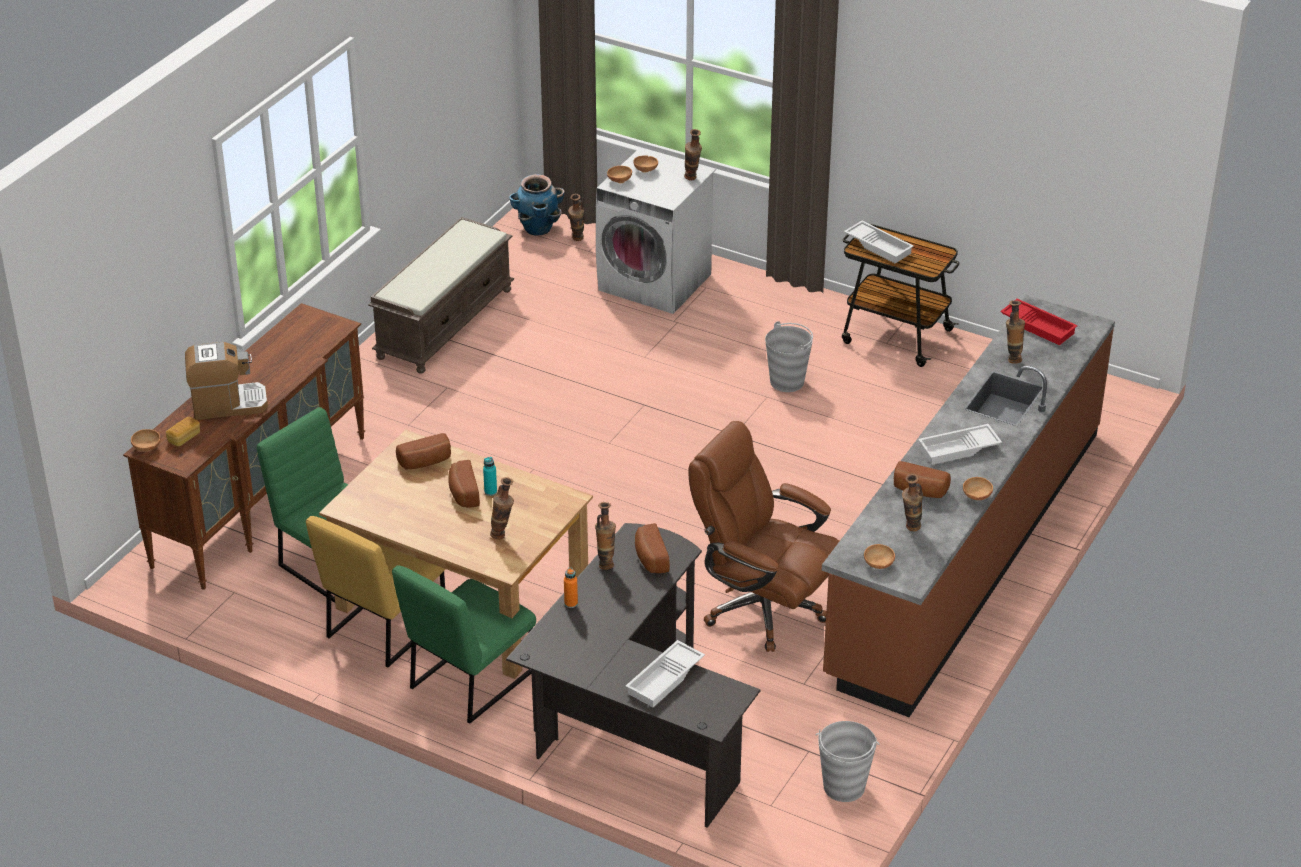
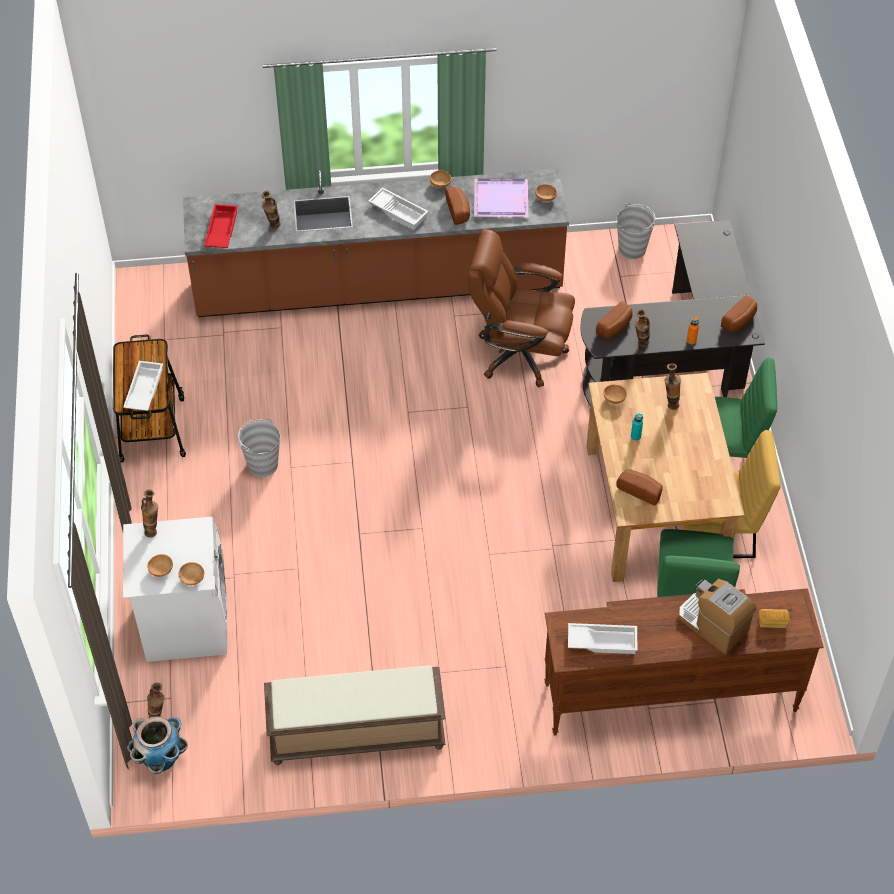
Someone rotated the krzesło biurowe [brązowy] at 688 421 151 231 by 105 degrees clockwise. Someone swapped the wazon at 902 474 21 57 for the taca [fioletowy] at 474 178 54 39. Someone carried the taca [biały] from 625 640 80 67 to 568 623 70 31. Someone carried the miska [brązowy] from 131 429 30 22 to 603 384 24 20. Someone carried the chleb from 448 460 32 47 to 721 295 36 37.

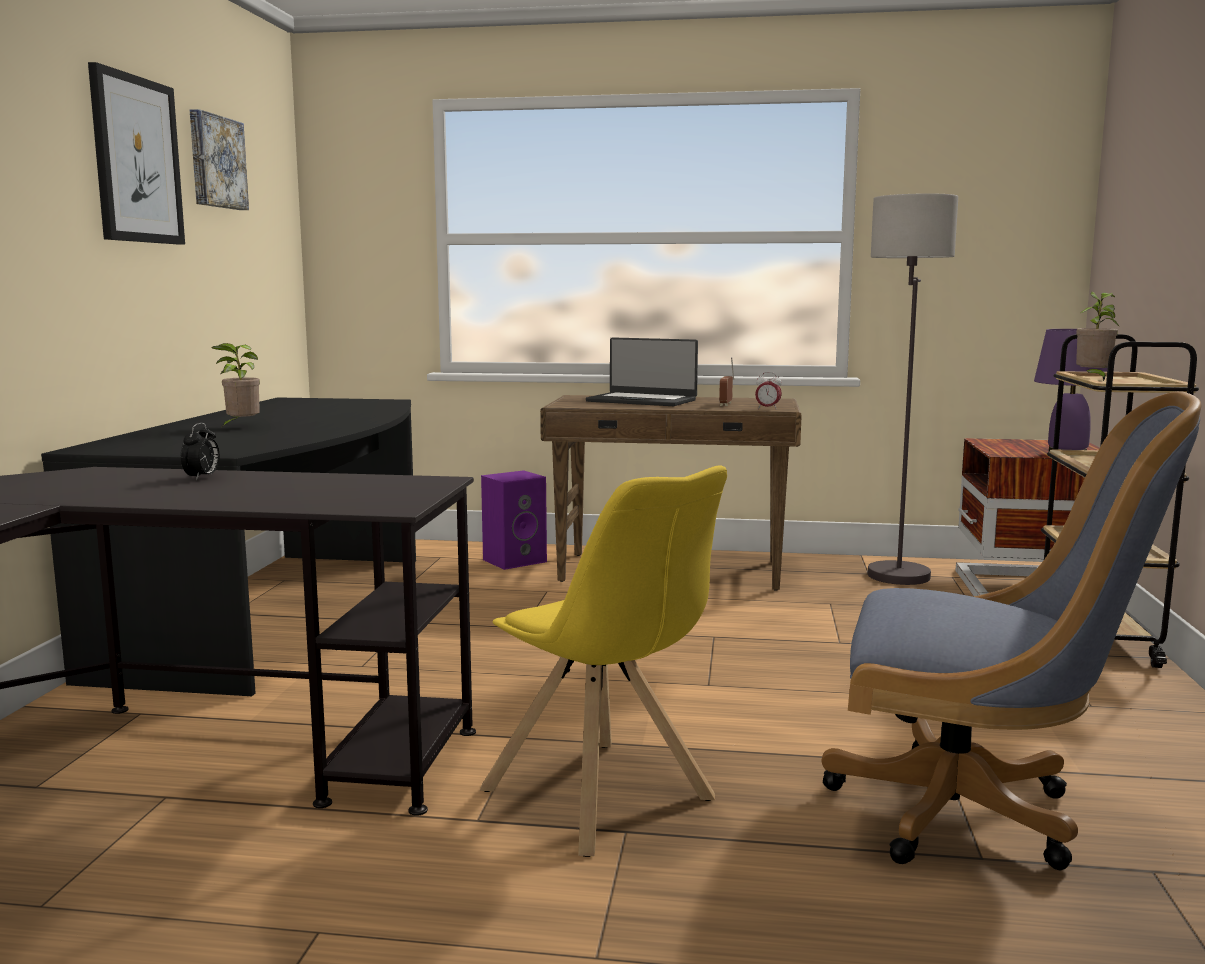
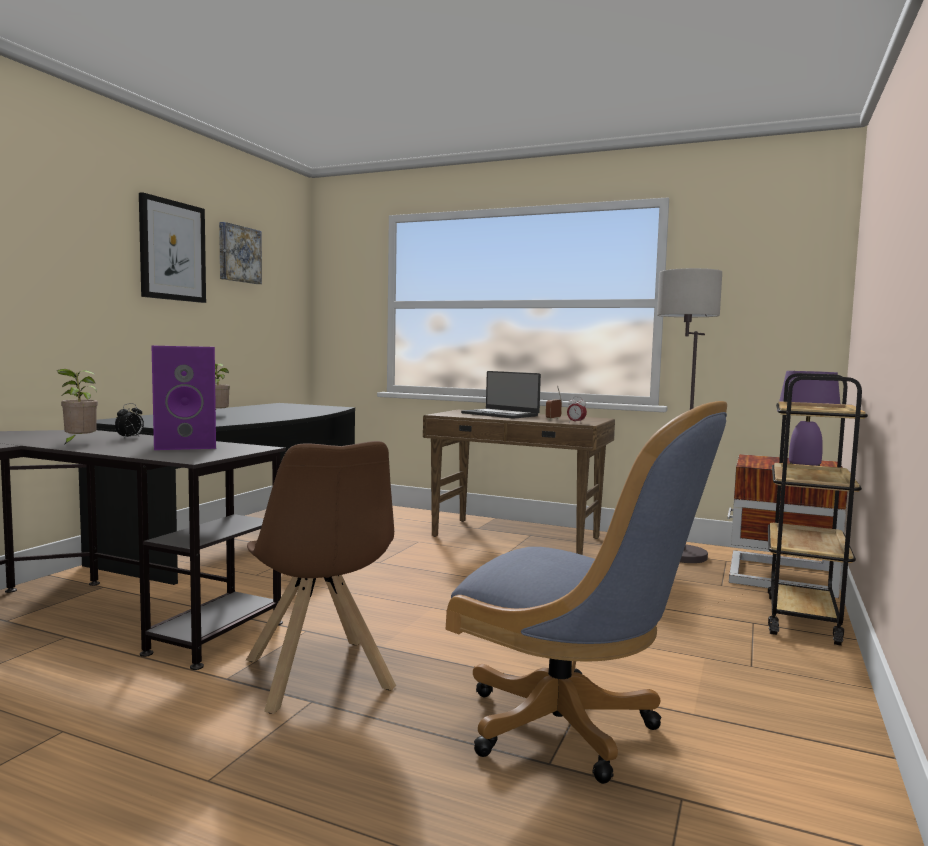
Someone carried the roślina doniczkowa from 1076 291 44 90 to 57 369 41 77. Someone carried the głośnik [fioletowy] from 481 470 66 100 to 152 346 64 104. Someone repainted the krzesło [żółty] at 480 466 247 391, which became the krzesło [brązowy] at 246 441 150 273.

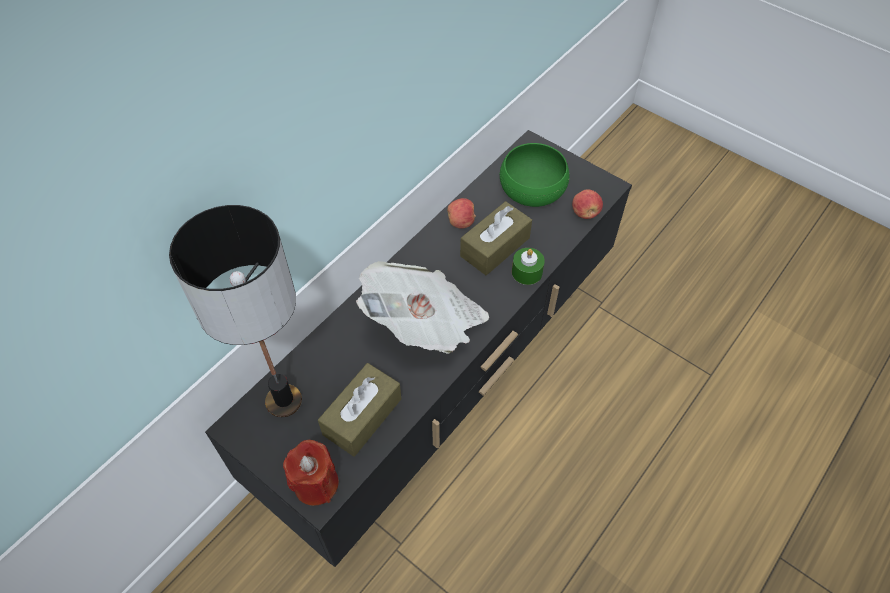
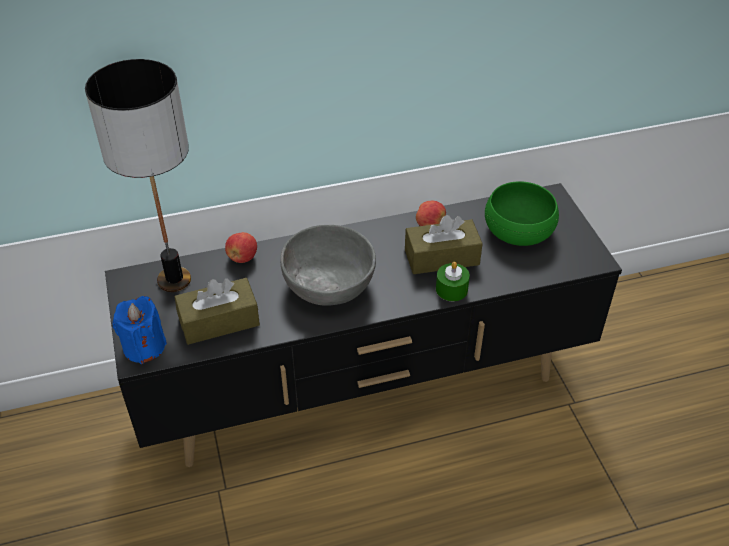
Someone repainted the świeca [czerwony] at 283 440 56 66, which became the świeca [niebieski] at 112 296 55 68. Someone carried the jabłko from 572 189 31 30 to 225 232 32 31. Someone swapped the gazeta at 356 261 133 92 for the miska [szary] at 280 225 96 81.

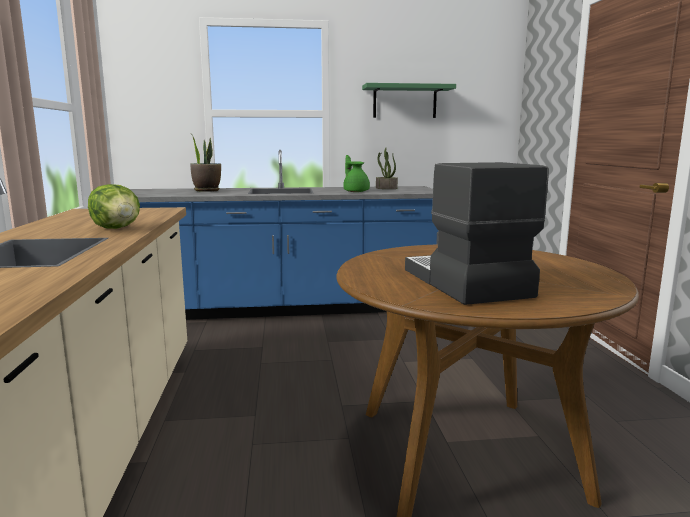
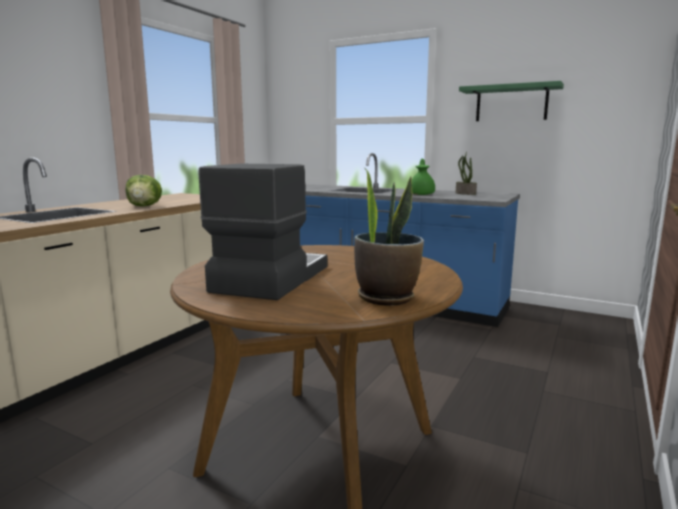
Someone carried the roślina doniczkowa from 190 133 31 59 to 354 169 70 137.

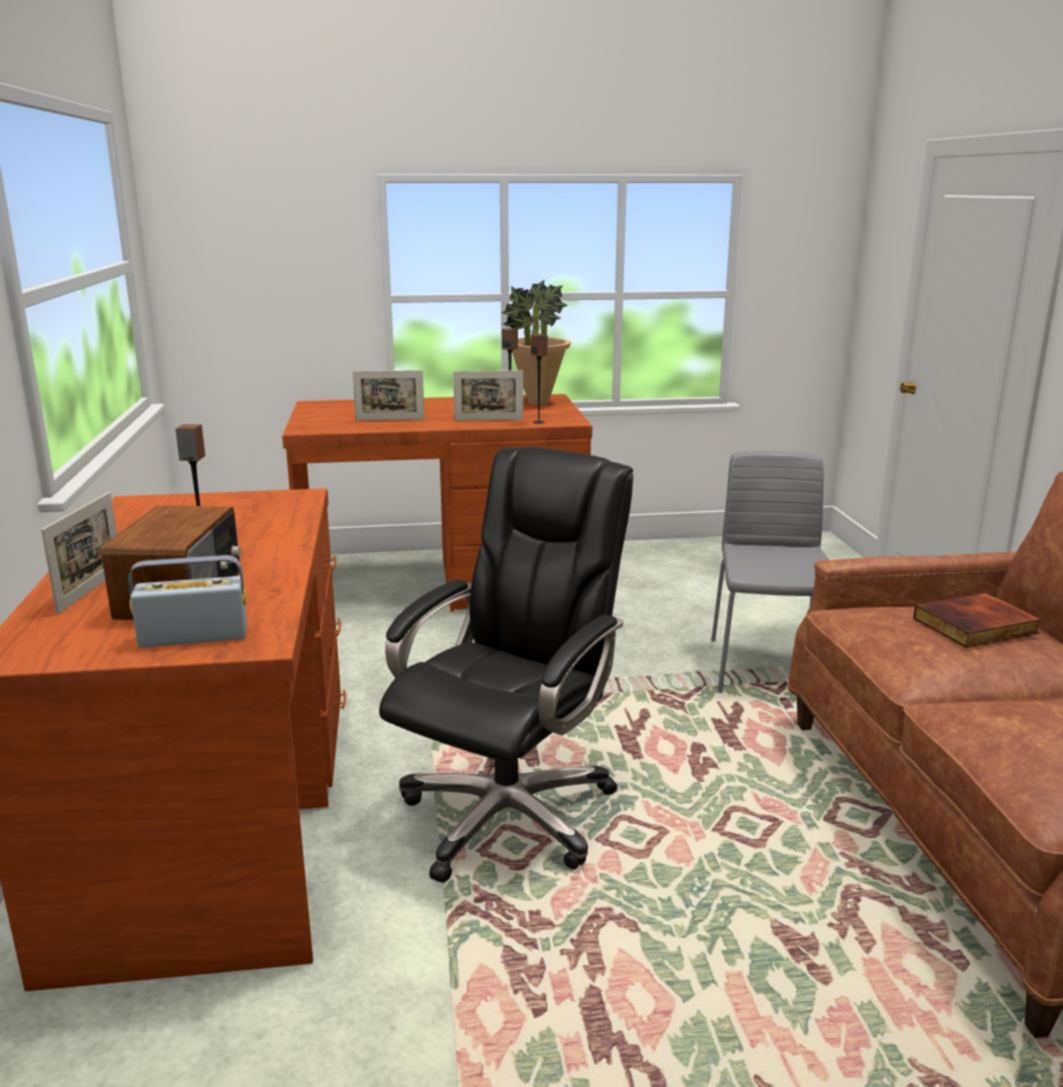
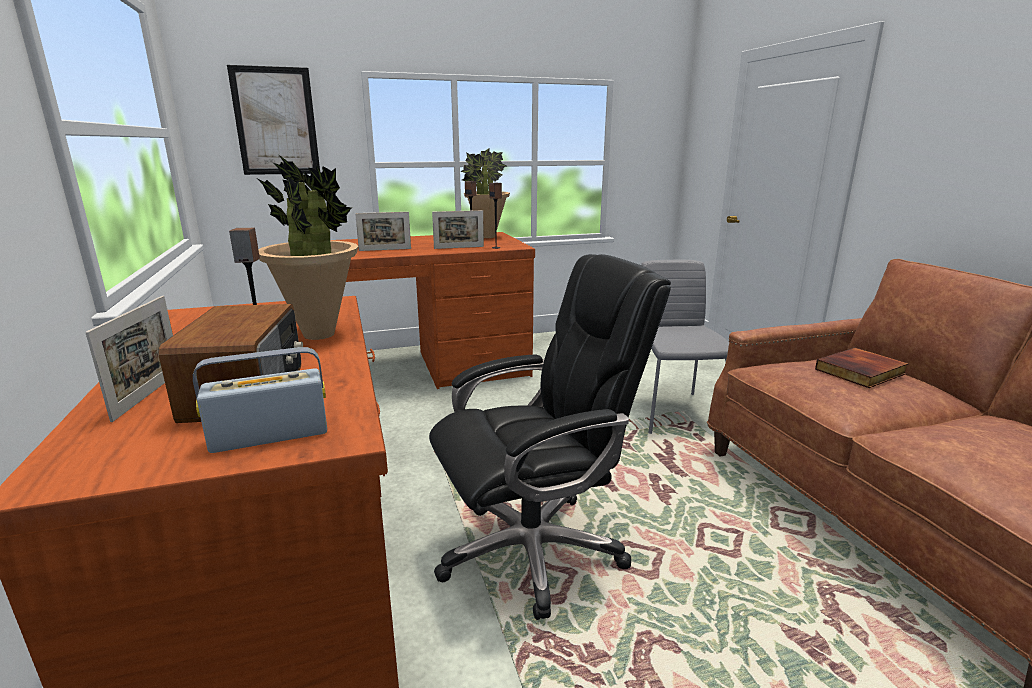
Someone put up the obraz at 227 65 93 110. Someone put down the roślina doniczkowa at 257 154 101 186. Someone rotated the krzesło biurowe [czarny] at 379 447 254 436 by 45 degrees clockwise.

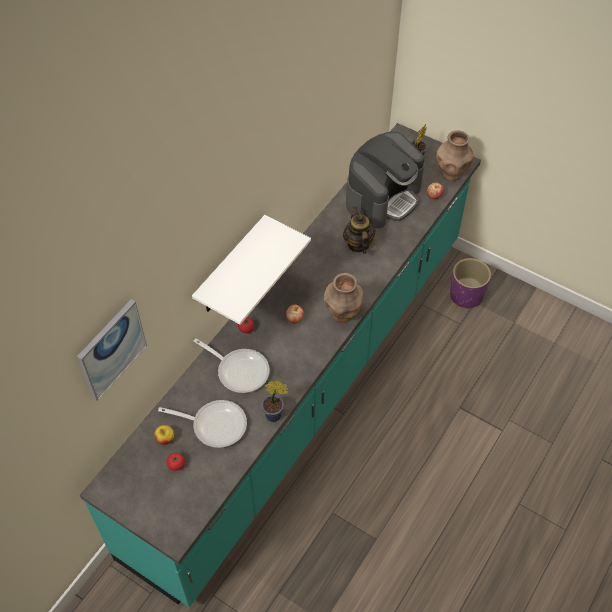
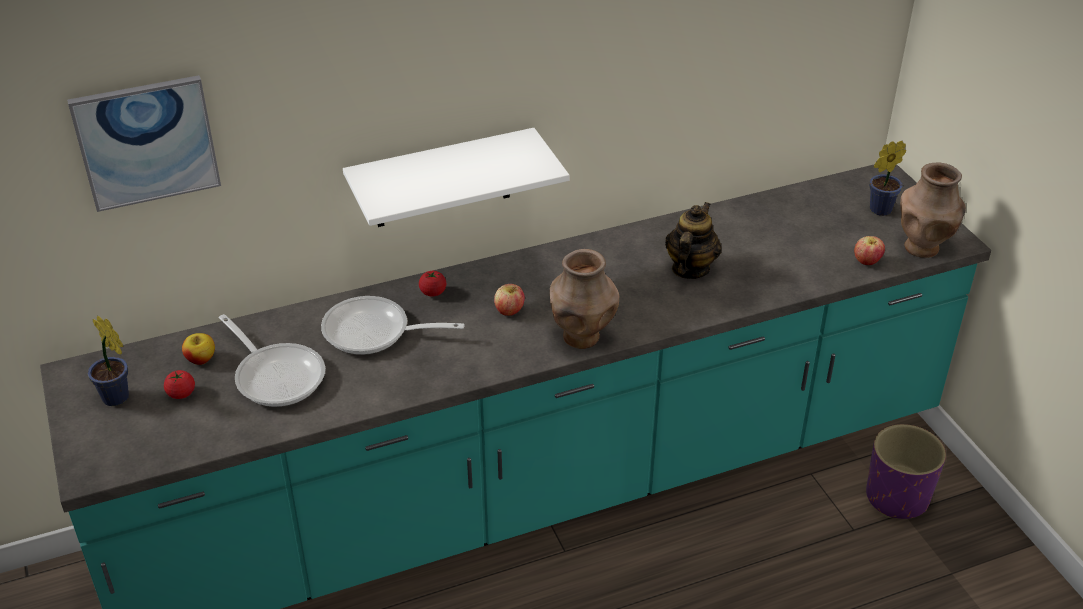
Someone carried the roślina doniczkowa from 261 381 27 41 to 88 315 41 91. Someone rotated the patelnia at 194 338 76 55 by 120 degrees clockwise. Someone took away the ekspres do kawy at 346 132 78 97.

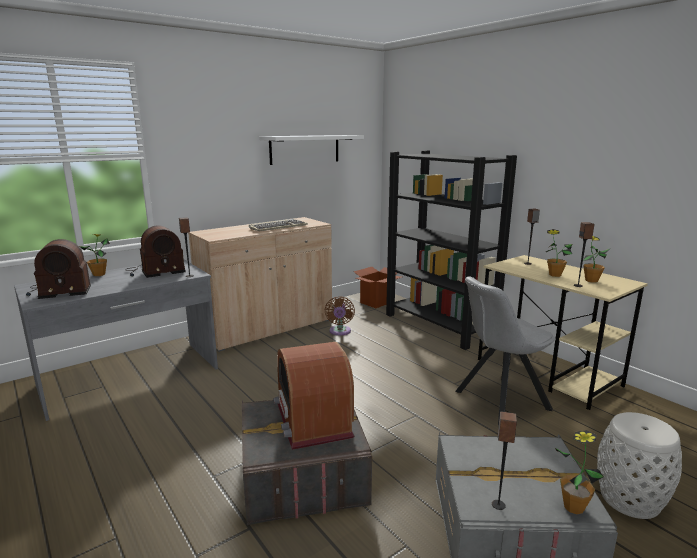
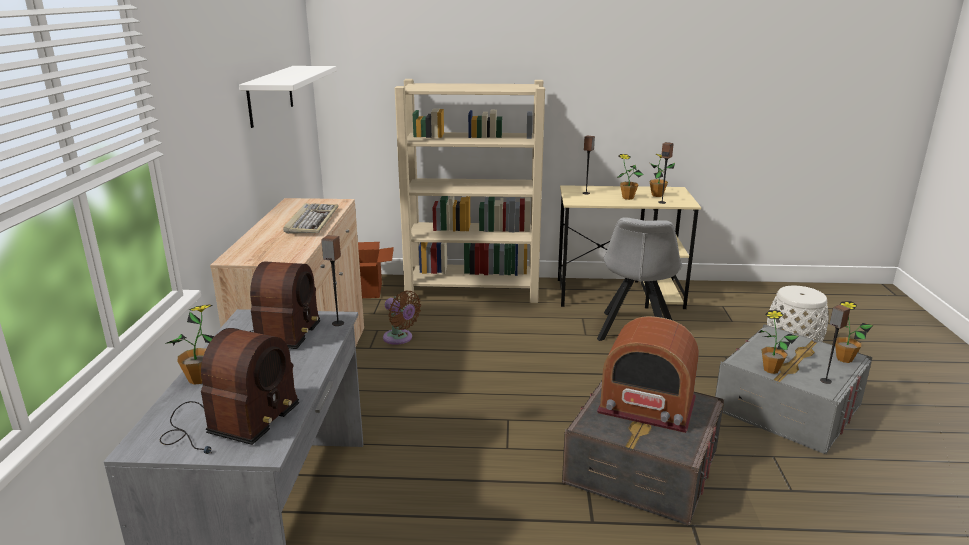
Someone repainted the regał [czarny] at 386 150 131 200, which became the regał [beżowy] at 395 79 150 224. Someone put down the roślina doniczkowa at 758 310 41 64.

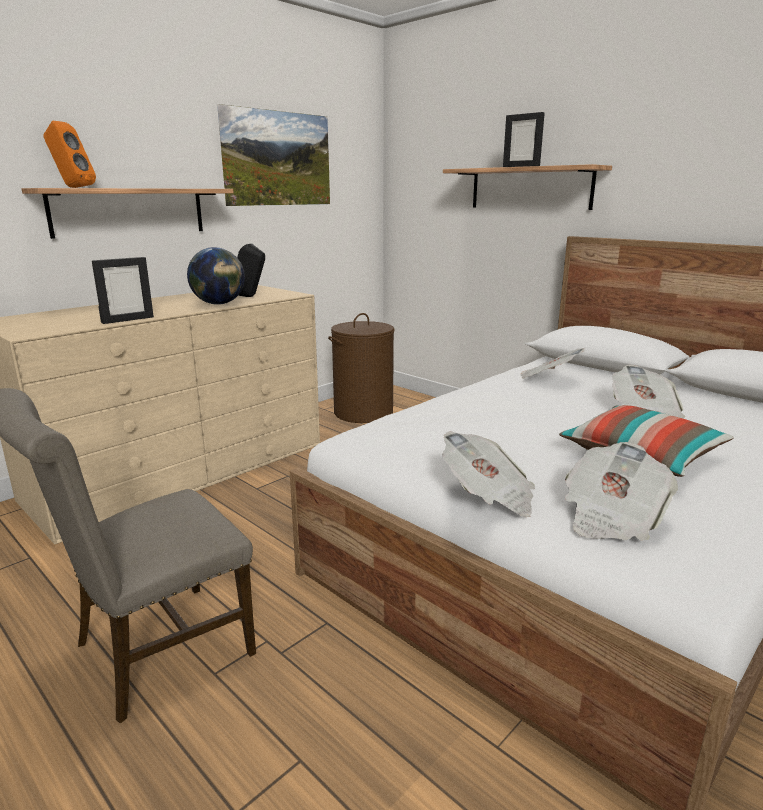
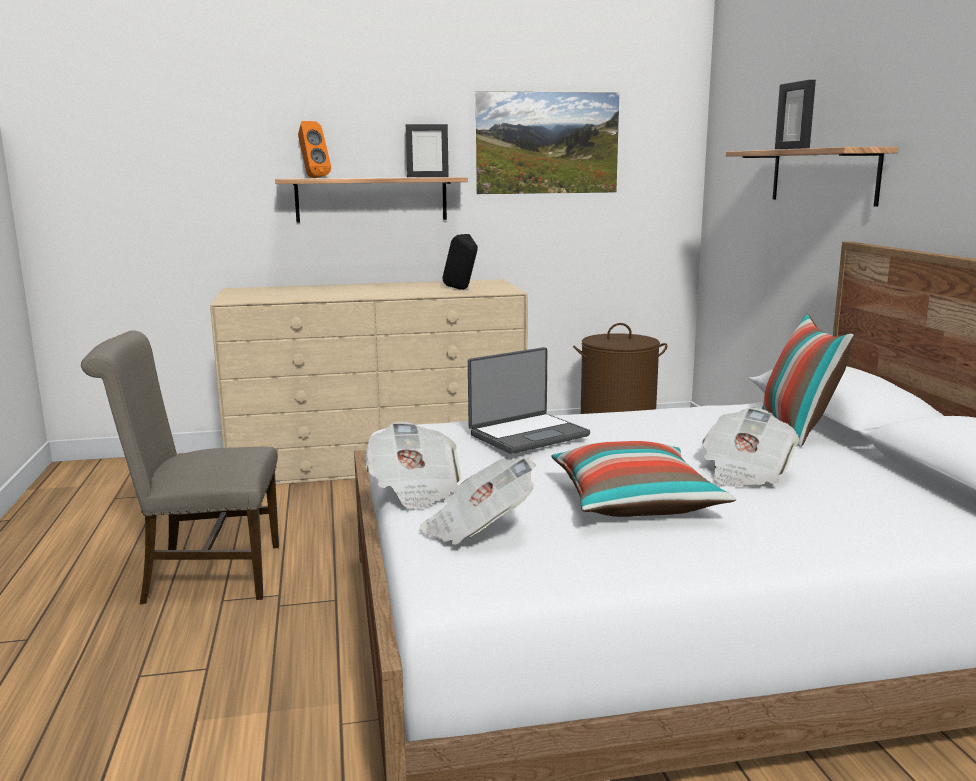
Someone carried the ramka na zdjęcie from 92 257 62 67 to 406 124 43 53. Someone put down the laptop at 468 347 122 107. Someone put down the poduszka at 762 313 92 134. Someone took away the globus at 187 247 58 58. Someone took away the gazeta at 520 348 65 31.

